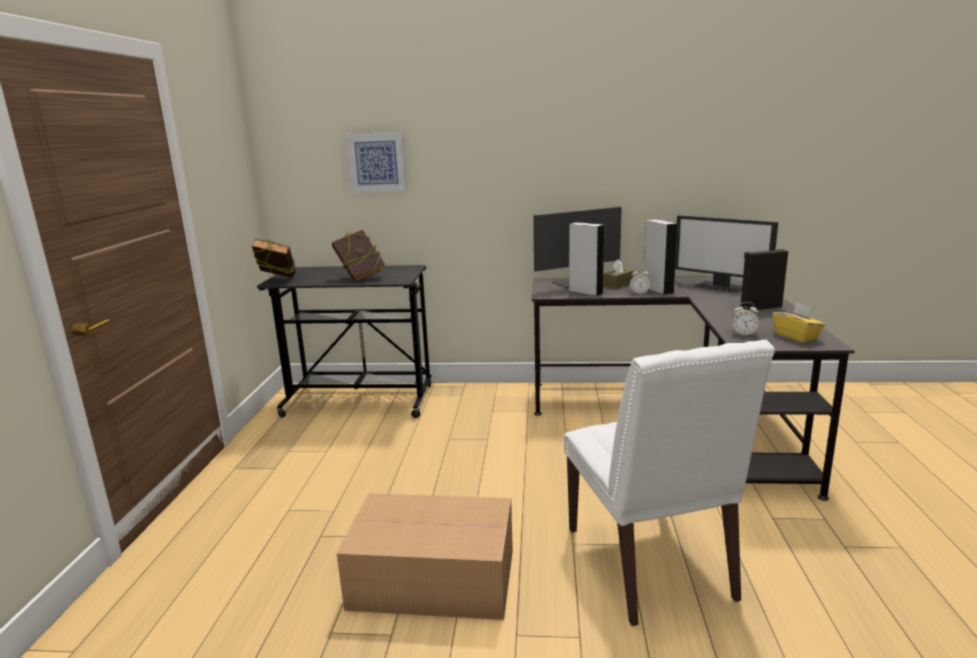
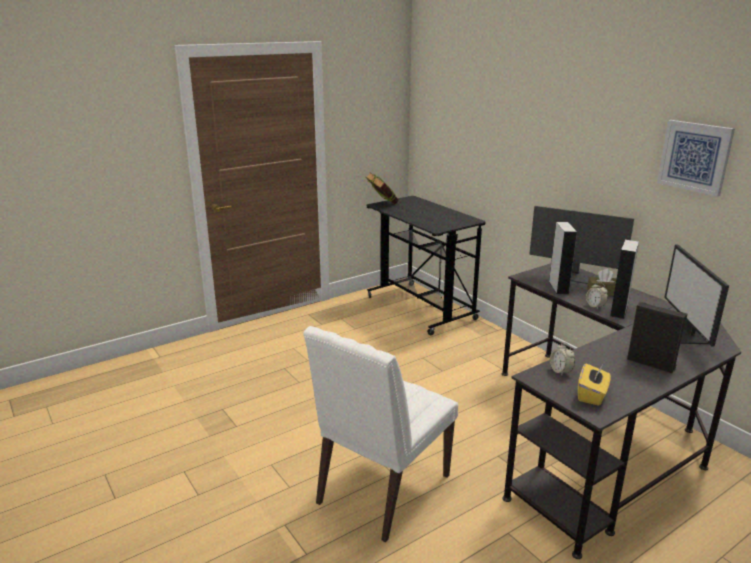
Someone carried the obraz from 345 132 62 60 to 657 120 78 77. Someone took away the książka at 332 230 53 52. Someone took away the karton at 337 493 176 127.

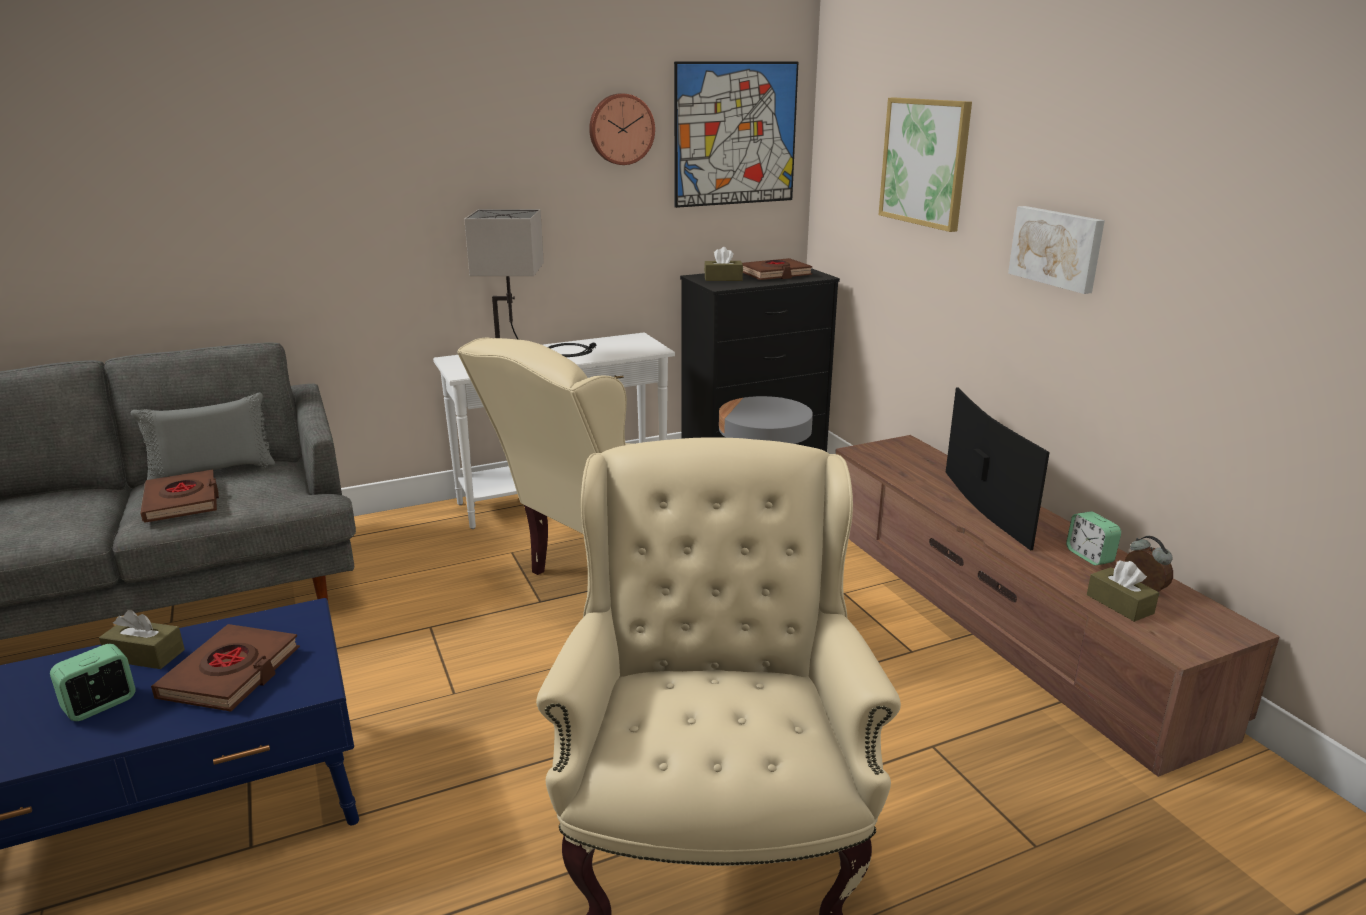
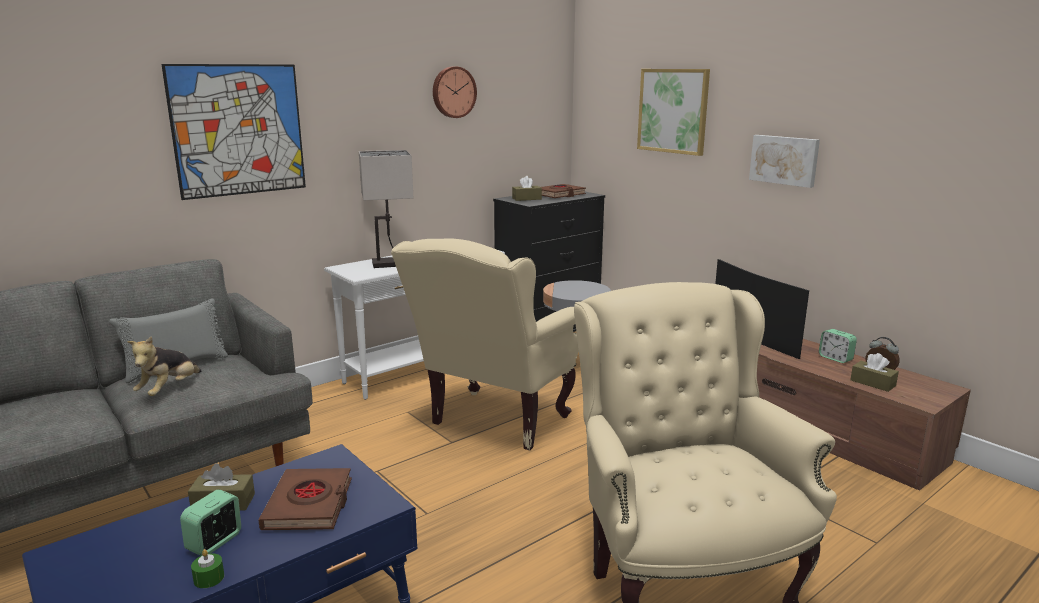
Someone swapped the książka [brązowy] at 141 470 78 53 for the pluszak at 127 336 75 60. Someone carried the obraz from 674 62 124 146 to 161 64 145 136. Someone put down the świeca [zielony] at 191 549 33 39.

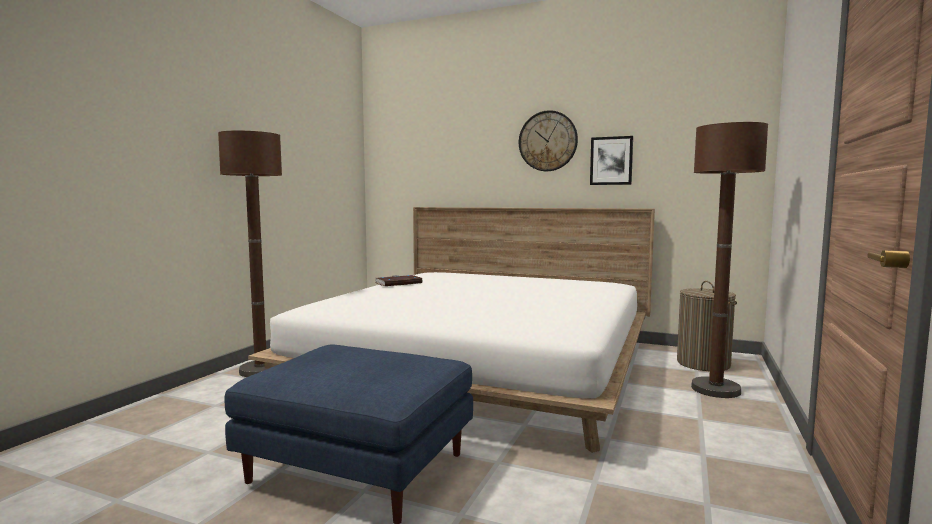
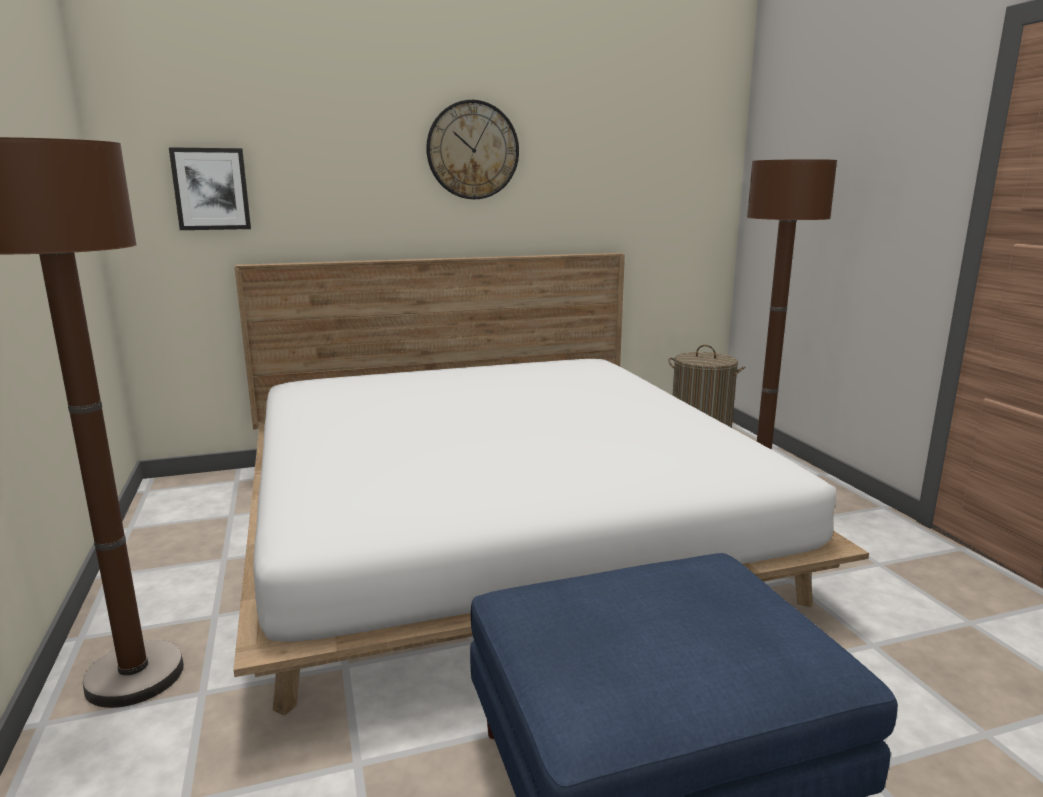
Someone carried the obraz from 590 136 43 49 to 169 147 82 83. Someone took away the książka at 375 275 47 11.

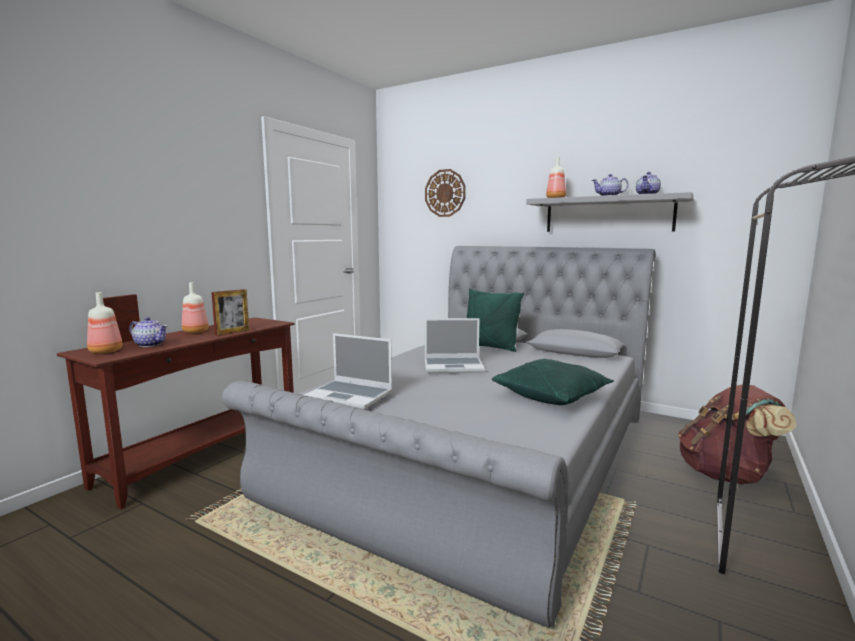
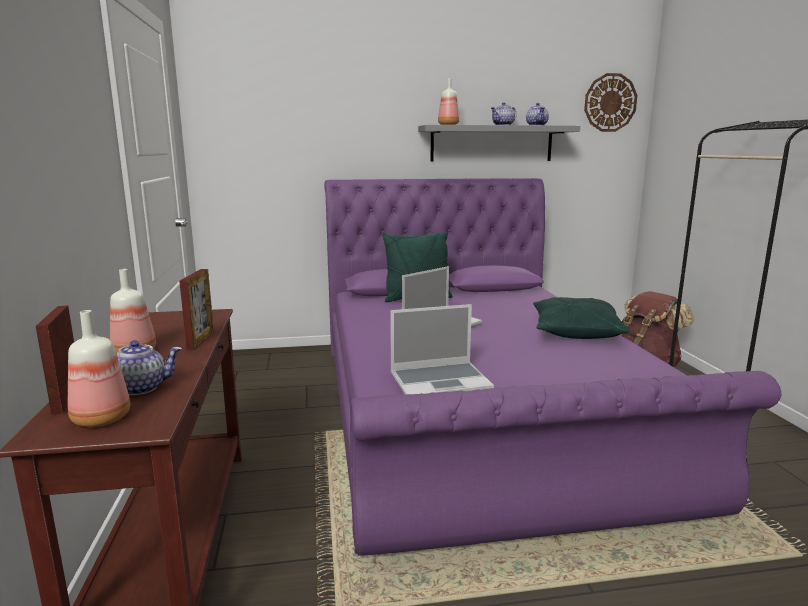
Someone repainted the łóżko [szary] at 222 246 434 382, which became the łóżko [fioletowy] at 324 178 457 378. Someone carried the zegar ścienny from 425 169 41 48 to 584 73 54 59.

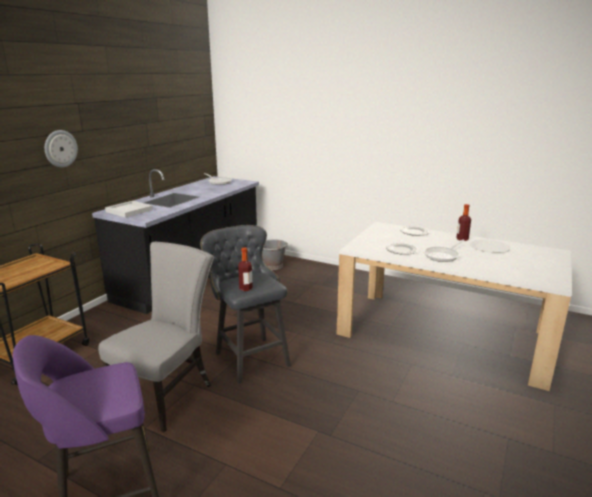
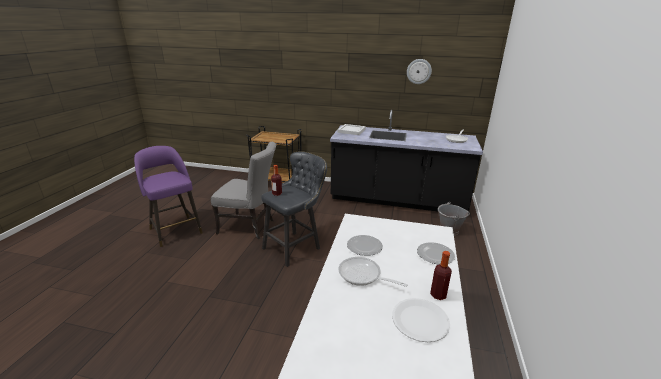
Someone carried the zegar ścienny from 45 130 33 37 to 407 59 25 25.

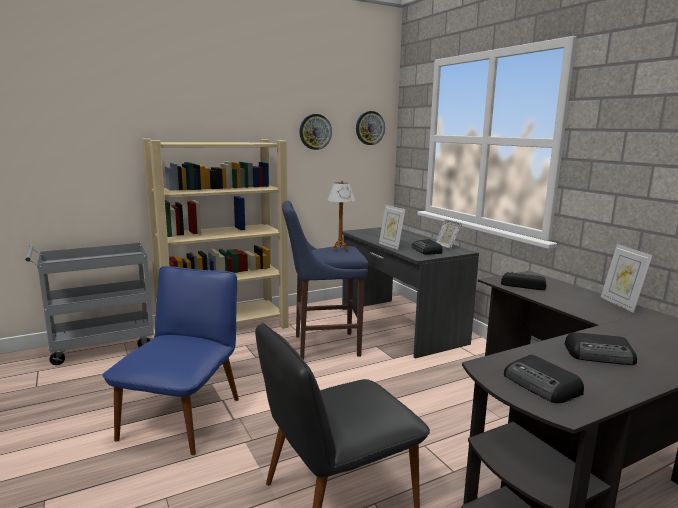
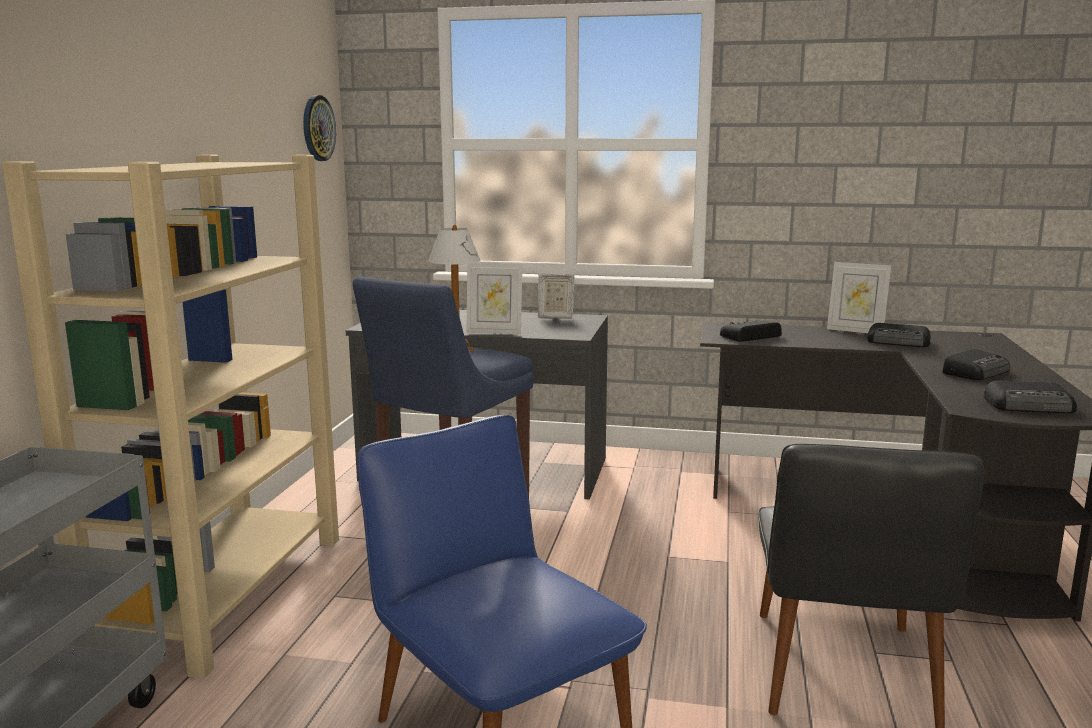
Someone carried the radio from 412 239 30 15 to 867 323 64 24. Someone took away the zegar ścienny at 299 114 33 36.

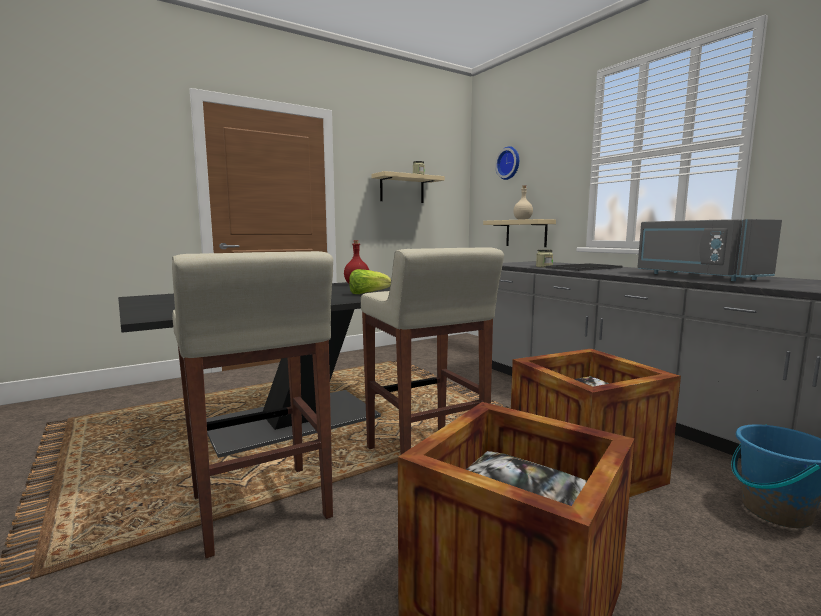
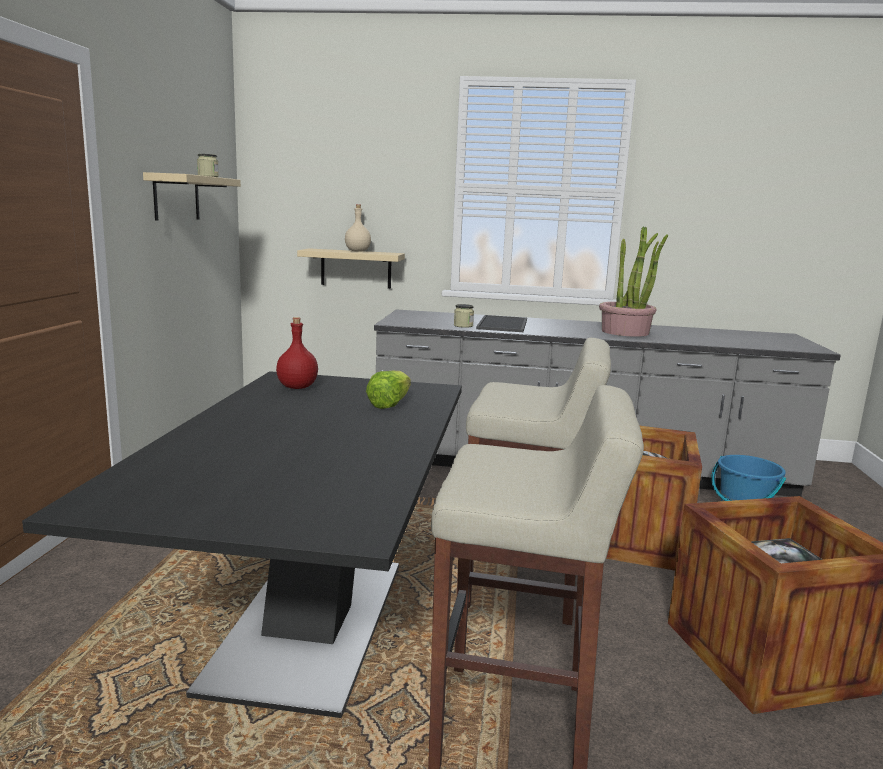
Someone swapped the mikrofalówka [szary] at 637 219 145 62 for the roślina doniczkowa at 599 227 69 110. Someone took away the zegar ścienny at 495 146 24 34.

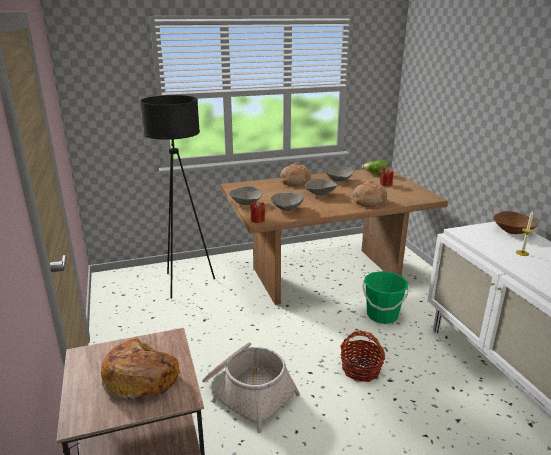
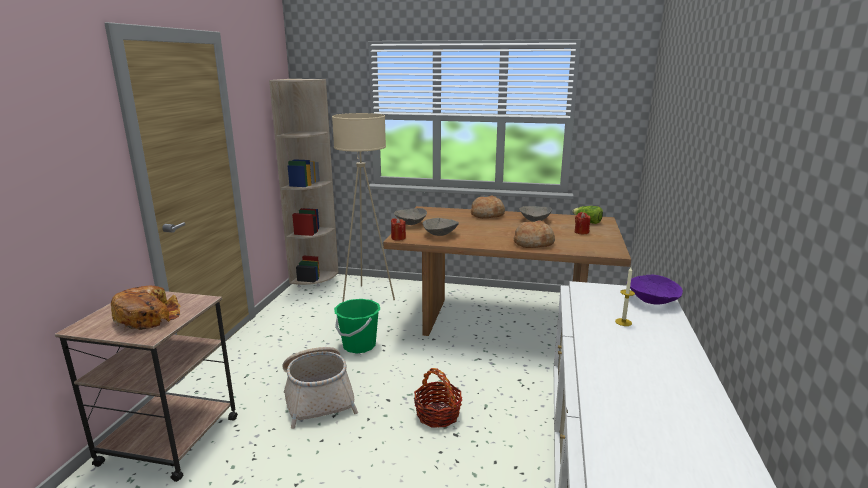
Someone put down the regał [beżowy] at 269 79 70 208. Someone repainted the lampa stojąca [czarny] at 140 95 75 204, which became the lampa stojąca [beżowy] at 332 113 63 189. Someone carried the wiadro [zielony] from 362 271 47 53 to 334 299 46 54. Someone repainted the miska [brązowy] at 493 211 44 23, which became the miska [fioletowy] at 630 275 53 30. Someone took away the miska [szary] at 305 179 33 16.

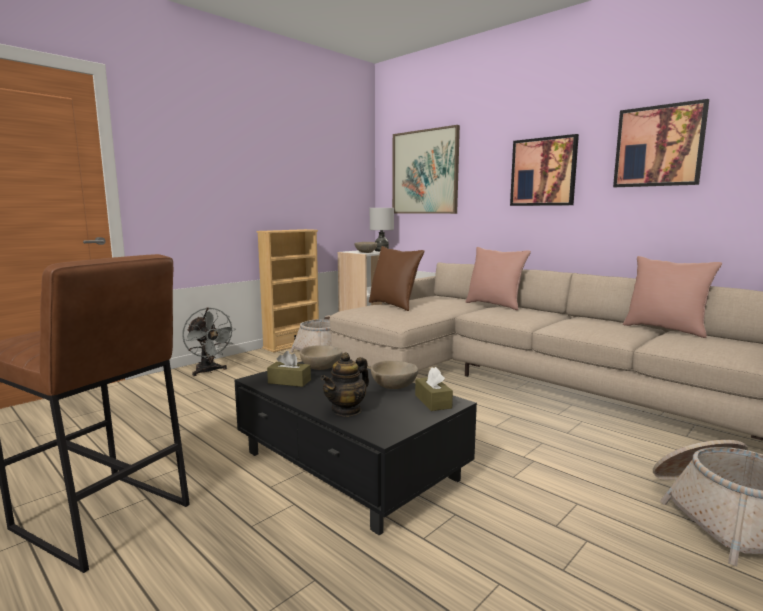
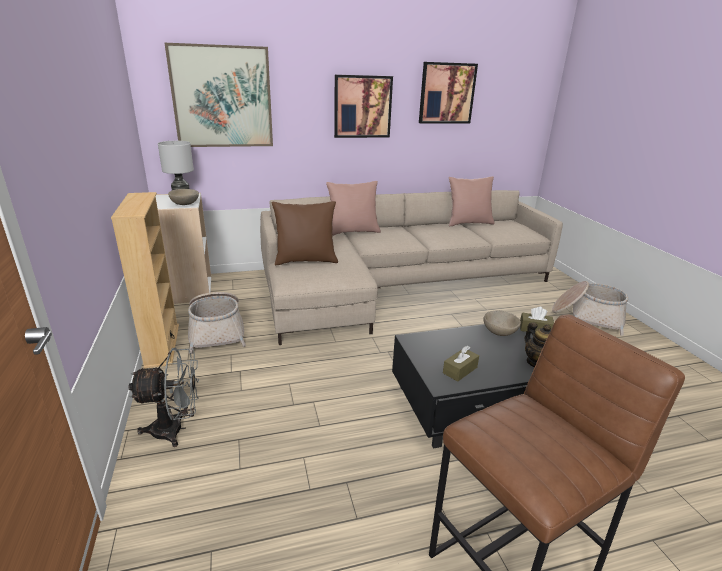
Someone took away the miska [beżowy] at 300 346 43 24.

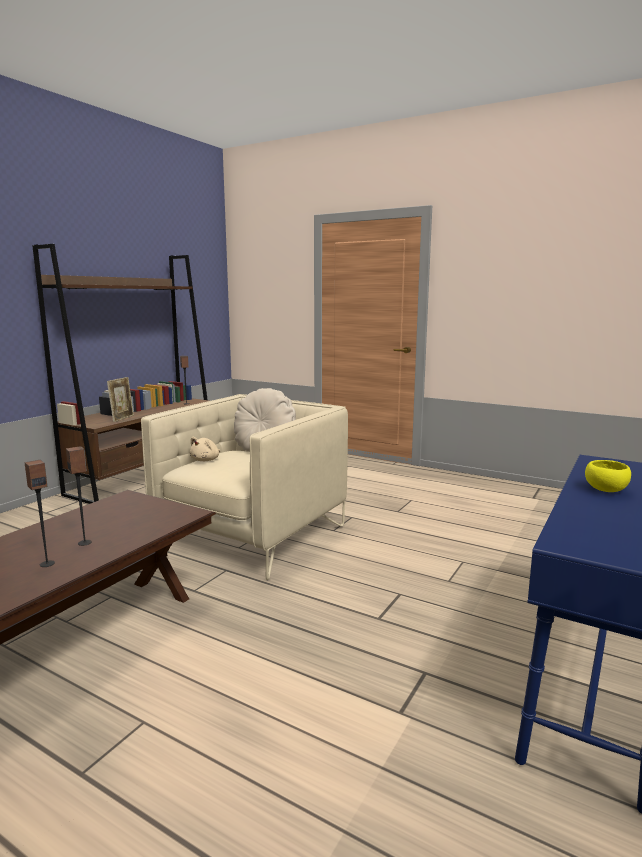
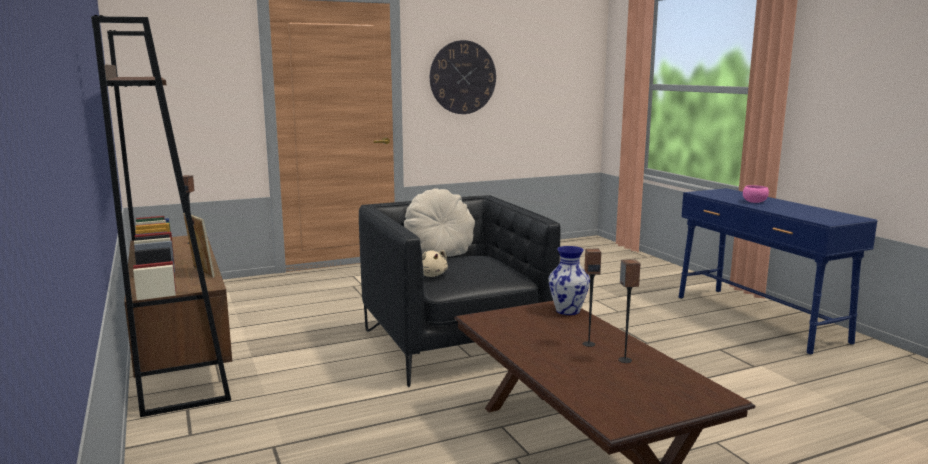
Someone repainted the fotel [beżowy] at 141 394 207 187, which became the fotel [czarny] at 359 195 201 193. Someone put up the zegar ścienny at 430 40 66 74. Someone put down the wazon at 549 246 41 69. Someone repainted the miska [żółty] at 585 460 46 32, which became the miska [różowy] at 743 185 26 18.

